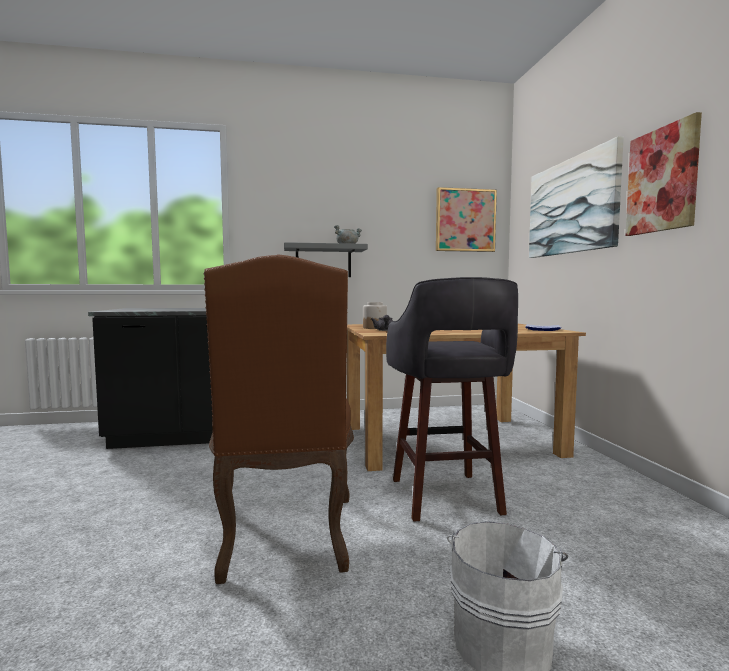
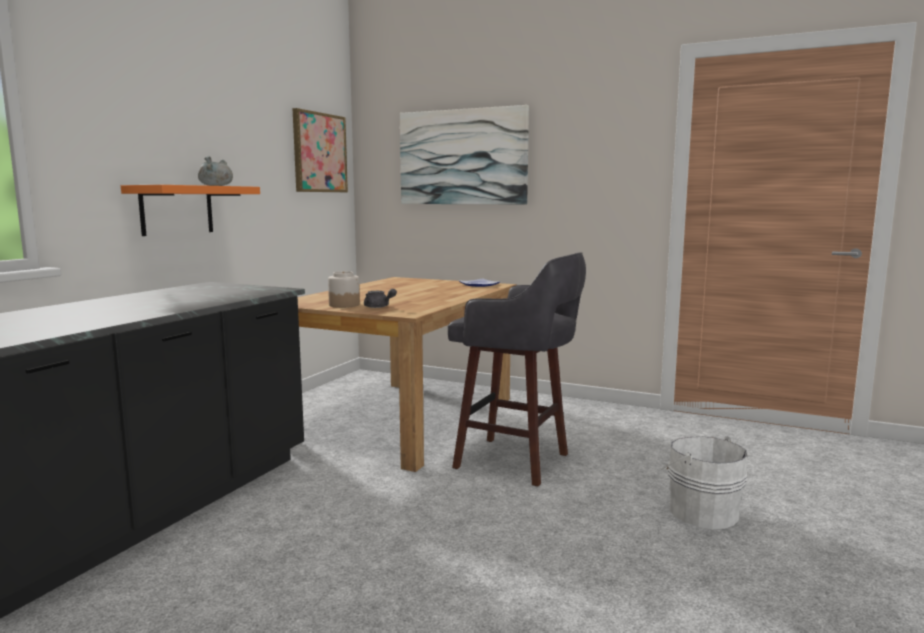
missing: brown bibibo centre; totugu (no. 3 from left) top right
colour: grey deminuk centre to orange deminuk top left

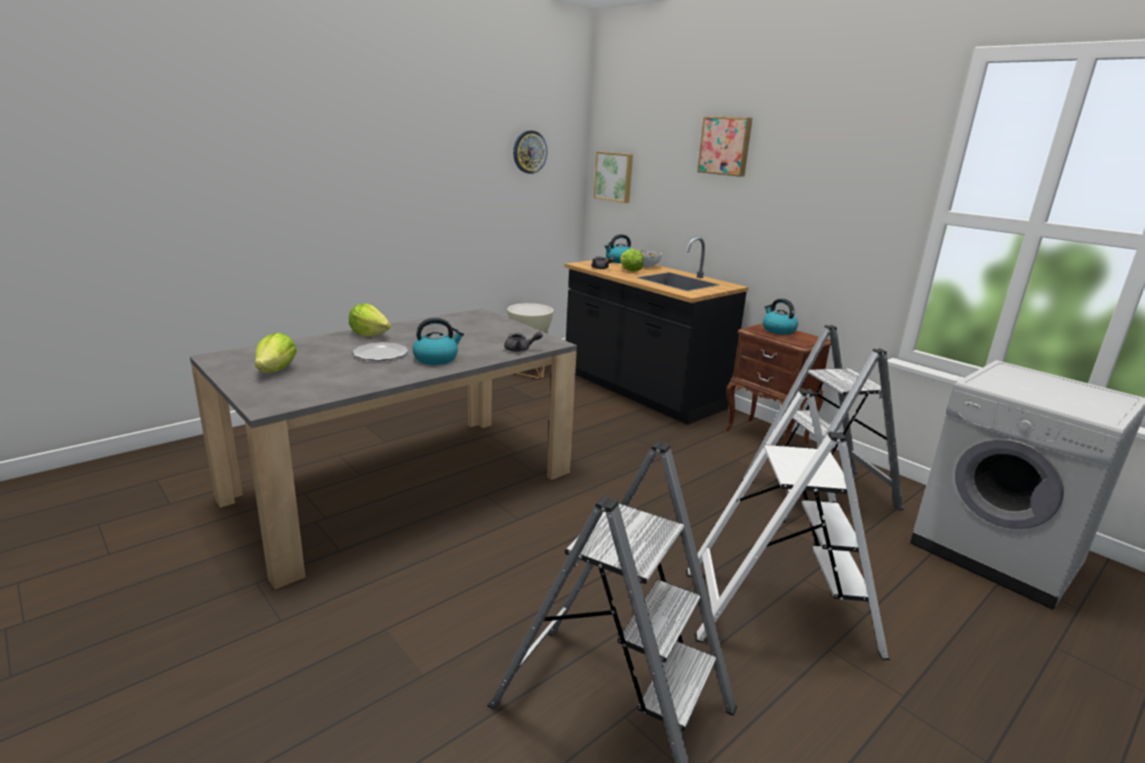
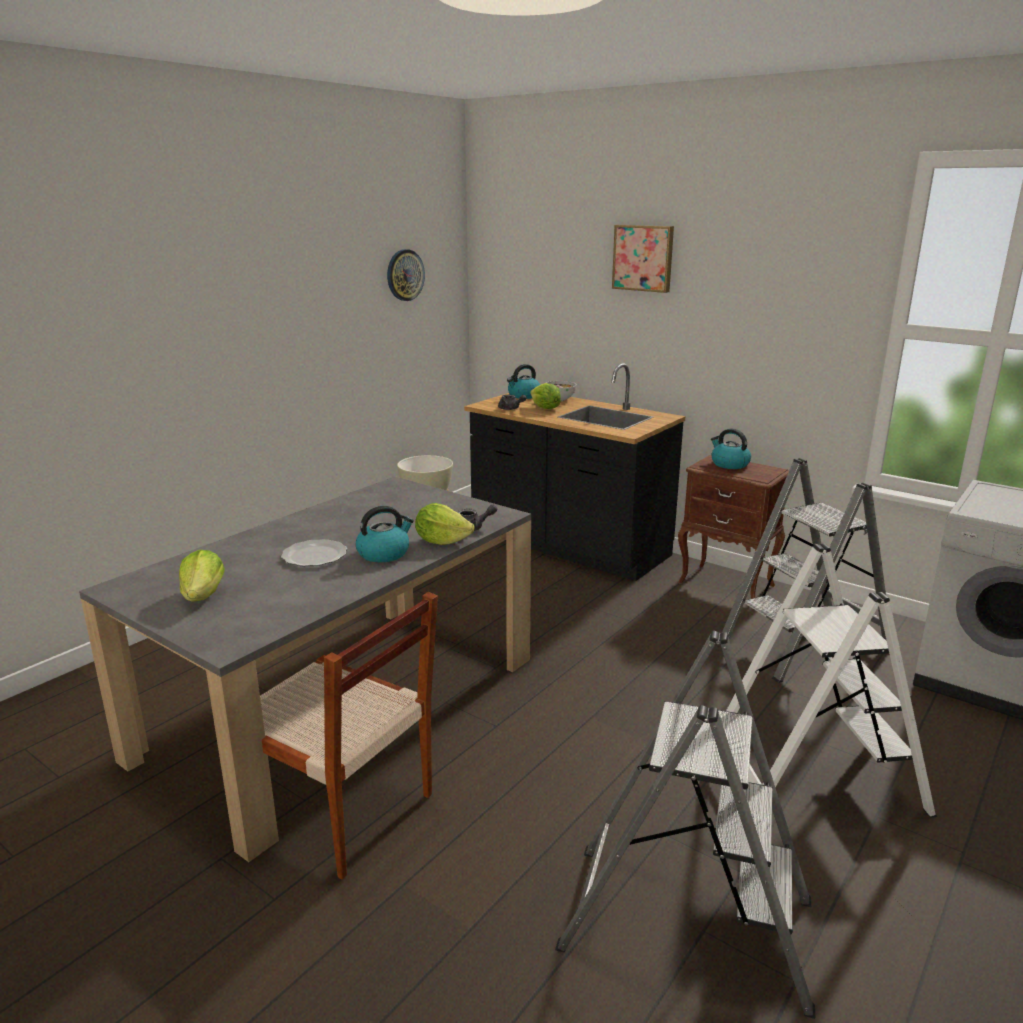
missing: totugu (no. 1 from left) top centre
appeared: bibibo bottom centre
relocated: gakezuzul (no. 2 from left) middle left to centre

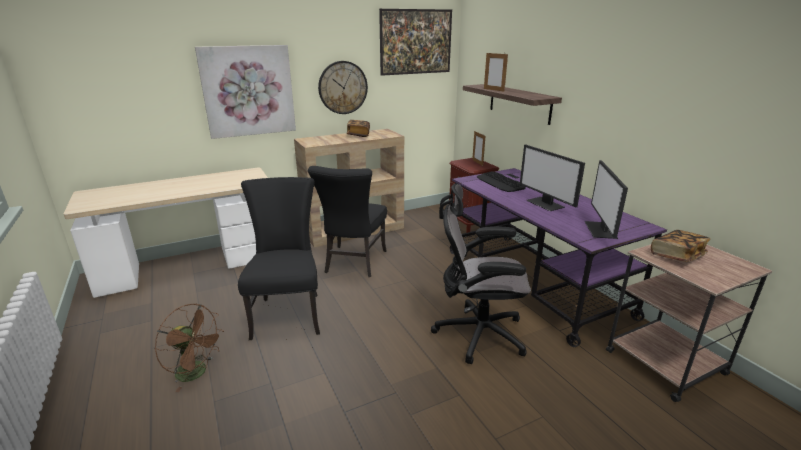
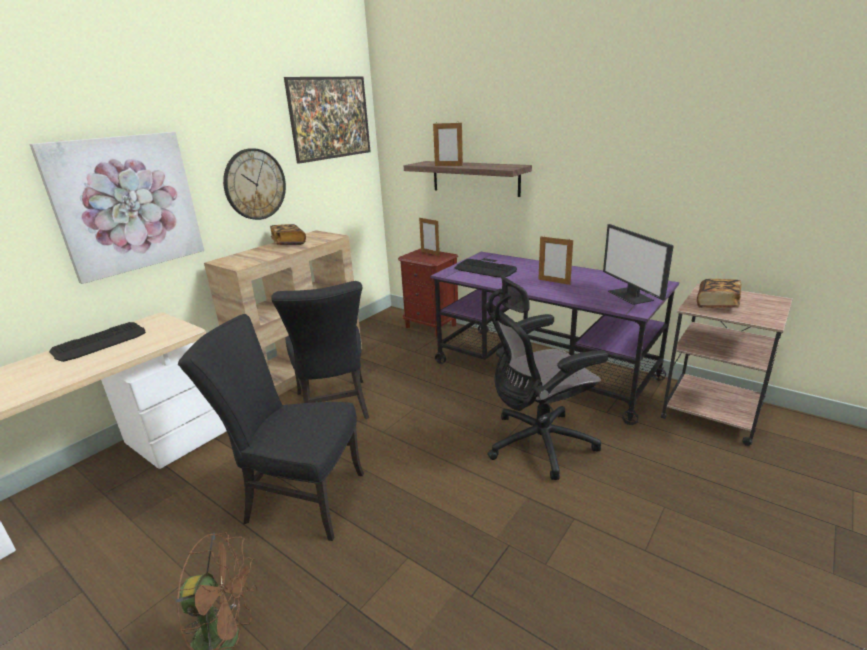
appeared: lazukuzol (no. 1 from left) middle left
exchanged: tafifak (no. 1 from left) middle right to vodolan (no. 3 from left) centre
spun: black bibibo (no. 1 from left) centre = middle left 45 degrees counterclockwise

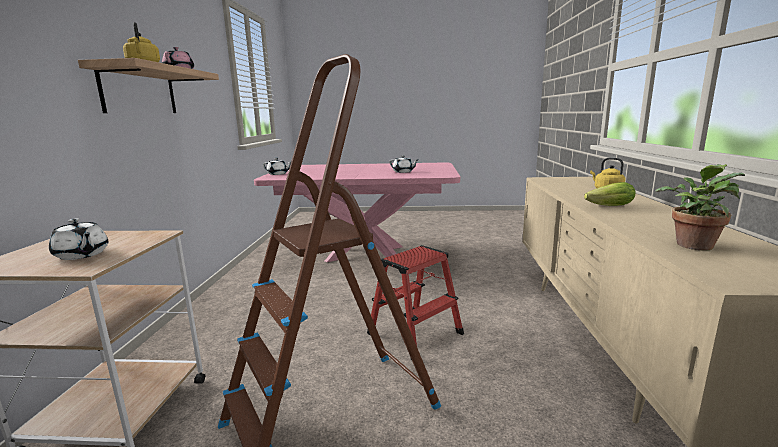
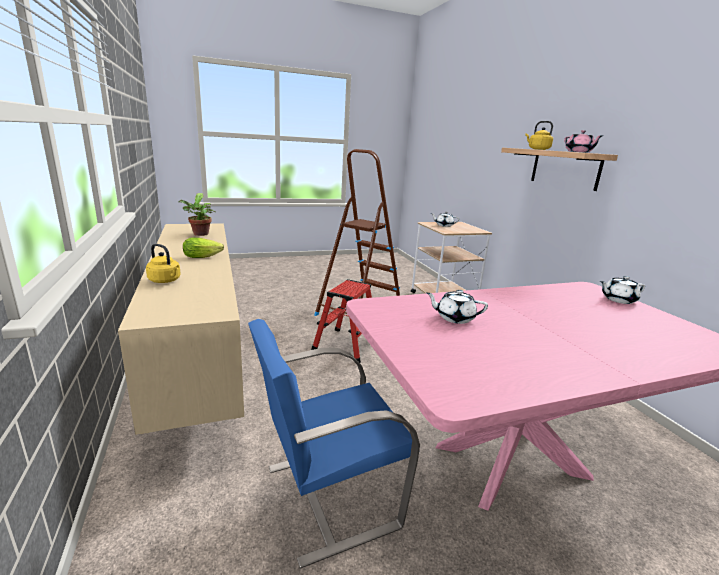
appeared: blue bibibo bottom centre

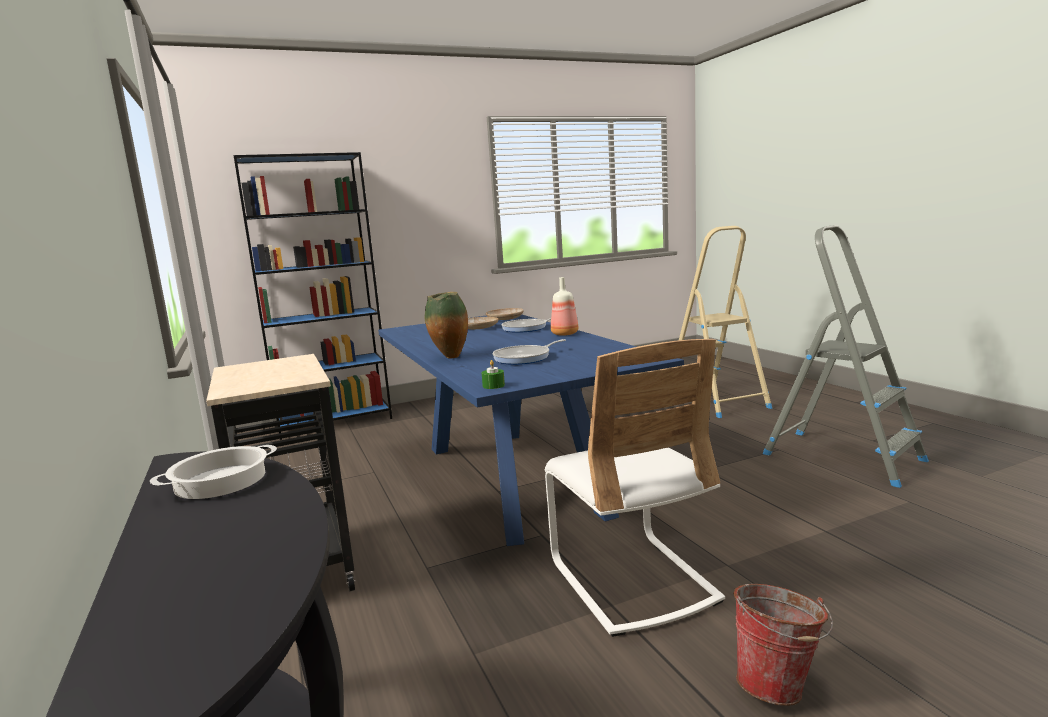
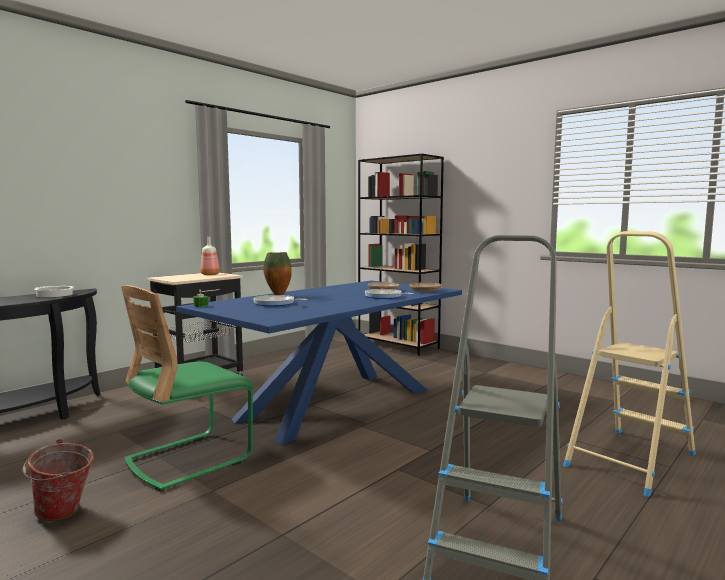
relocated: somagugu centre to middle left
colour: white bibibo bottom centre to green bibibo bottom left; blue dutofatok middle left to beige dutofatok centre

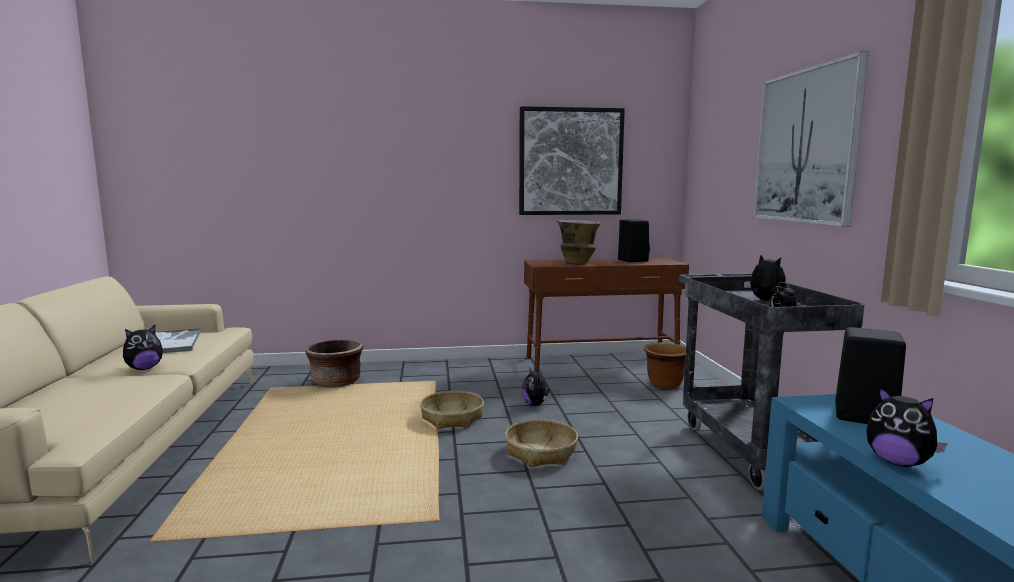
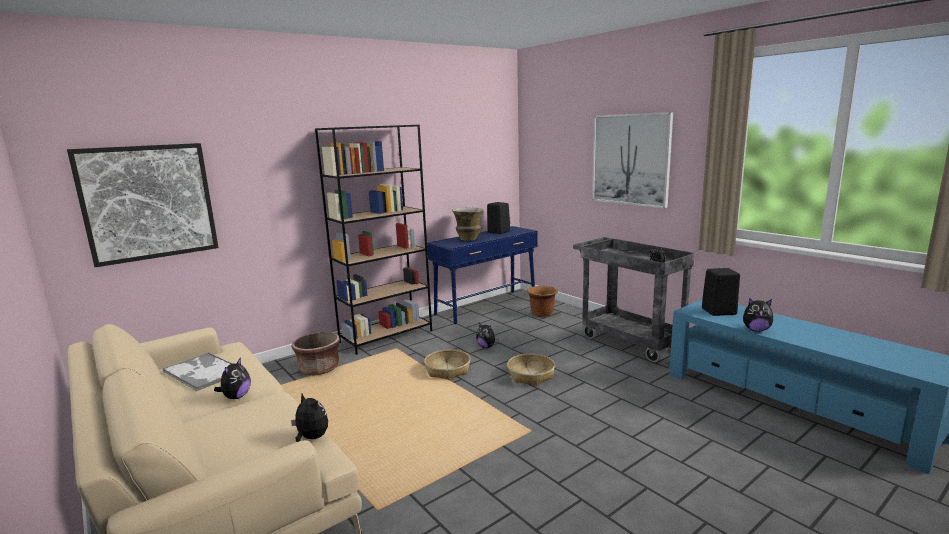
appeared: beige dutofatok centre
relocated: totugu (no. 1 from left) top centre to middle left; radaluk (no. 3 from left in the first image) middle right to radaluk (no. 2 from left) bottom left
colour: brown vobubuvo centre to blue vobubuvo centre

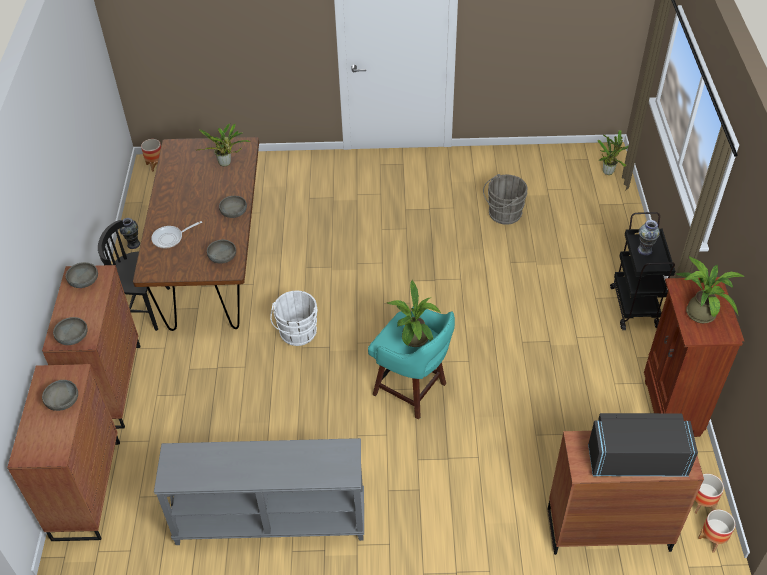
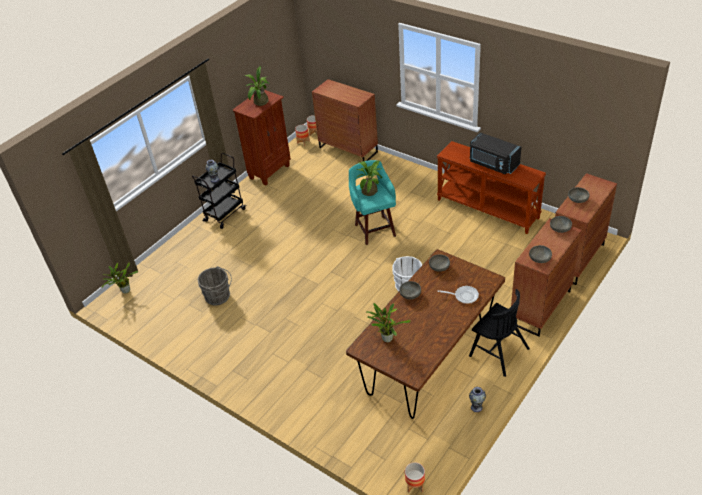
relocated: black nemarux bottom right to top right
colour: grey vobubuvo bottom centre to brown vobubuvo middle right

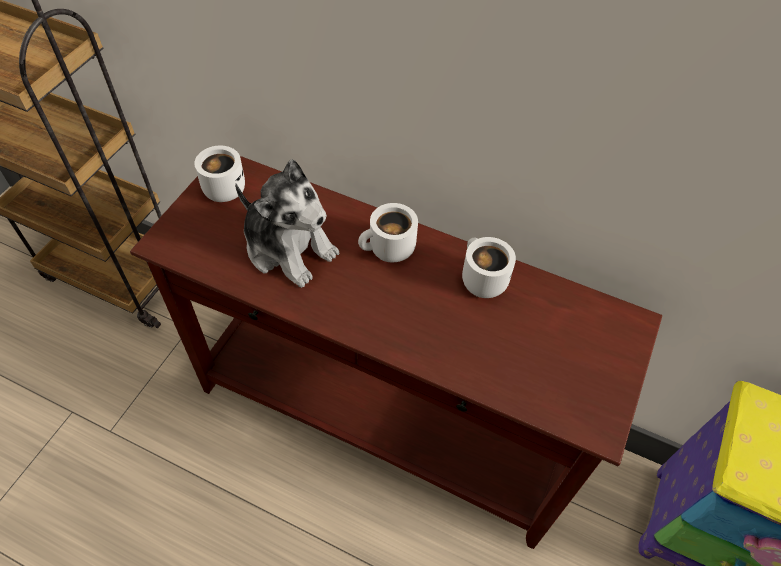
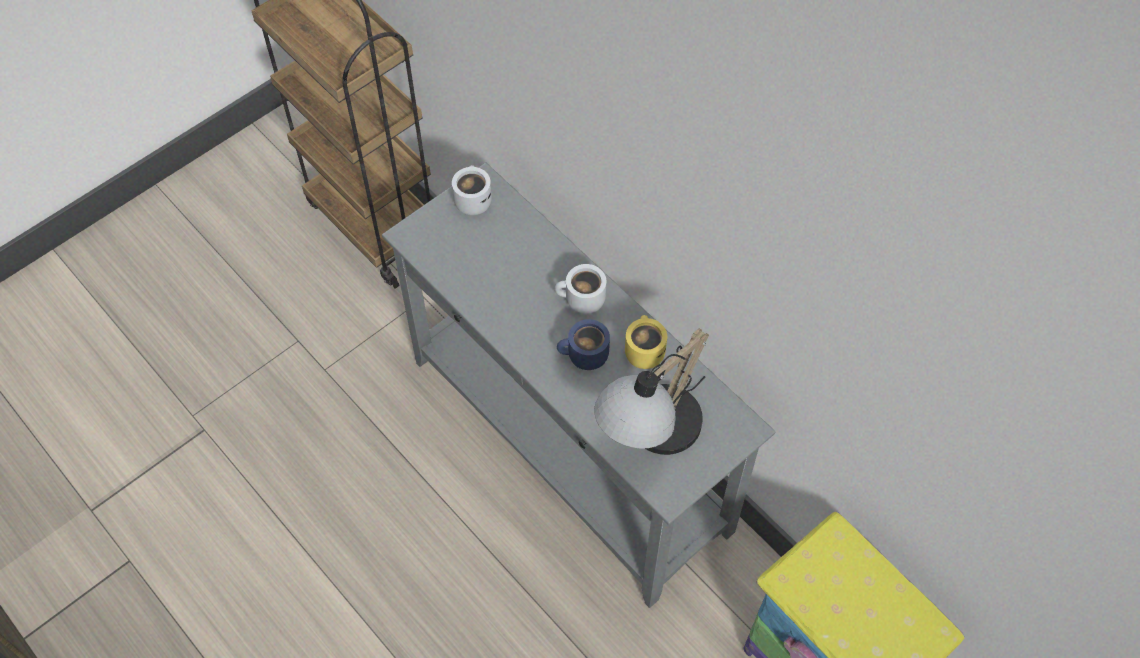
missing: radaluk centre
appeared: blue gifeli centre; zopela centre
colour: brown vobubuvo centre to grey vobubuvo centre; white gifeli (no. 3 from left) centre to yellow gifeli centre

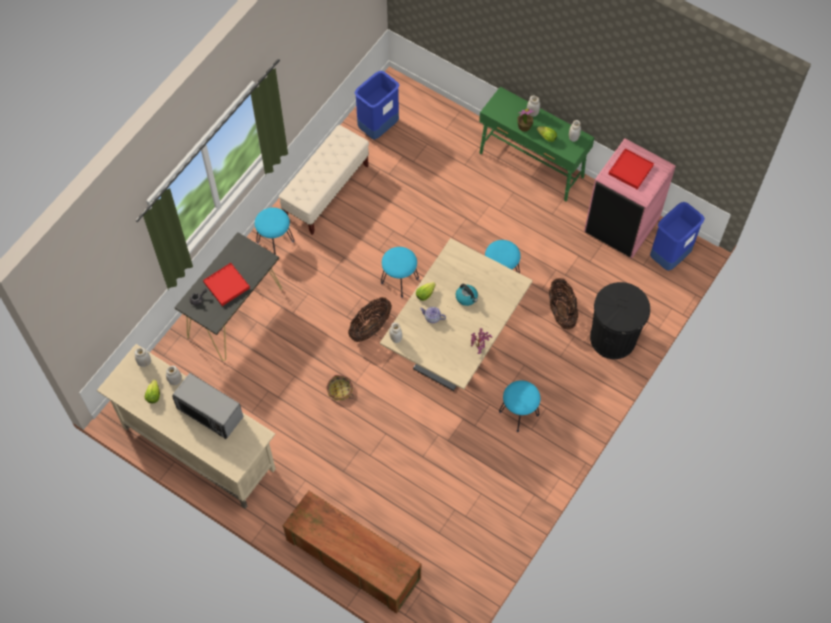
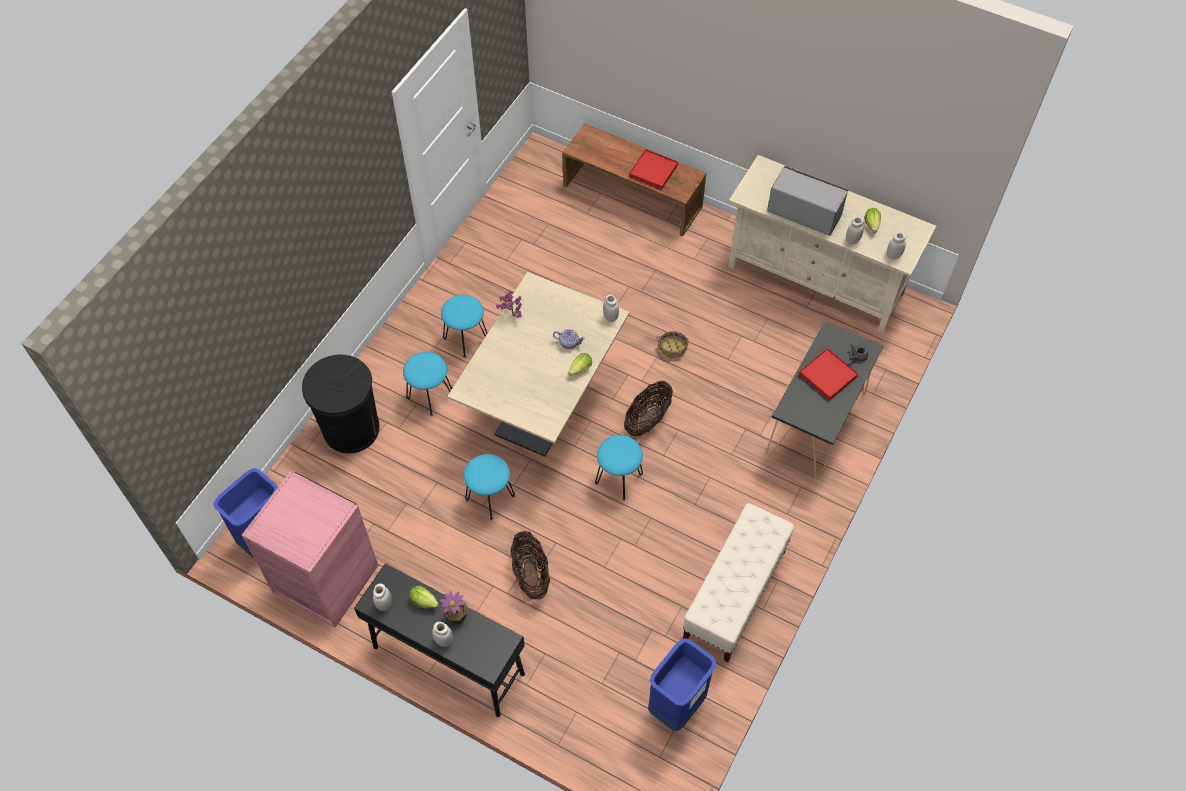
missing: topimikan centre
relocated: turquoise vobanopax (no. 1 from left) middle left to centre; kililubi (no. 3 from left in the first image) middle right to kililubi (no. 1 from left) bottom centre; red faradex (no. 2 from left in the first image) top right to red faradex (no. 1 from left) top centre
colour: green vobubuvo top centre to black vobubuvo (no. 1 from left) bottom centre

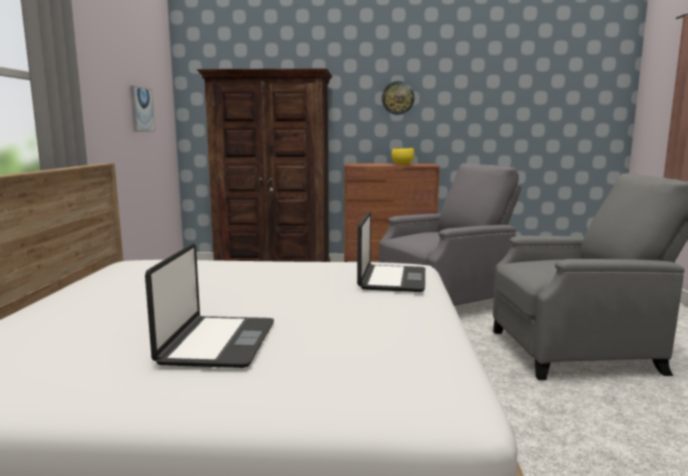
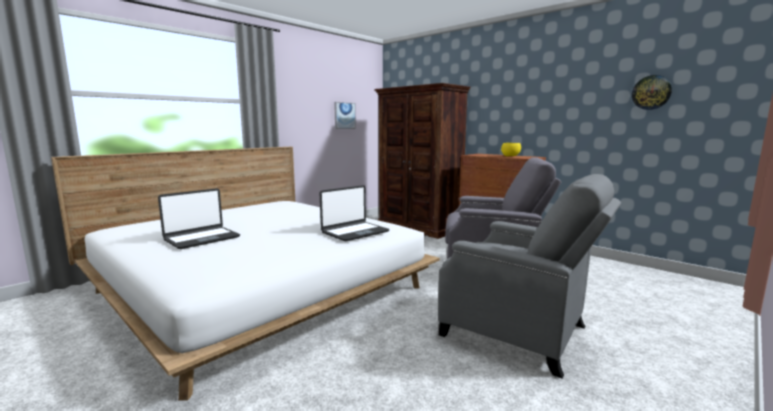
relocated: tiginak top centre to top right

